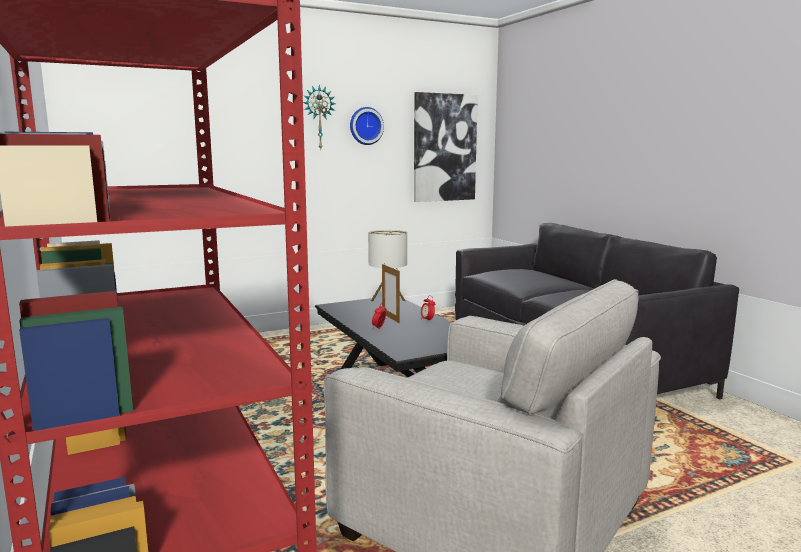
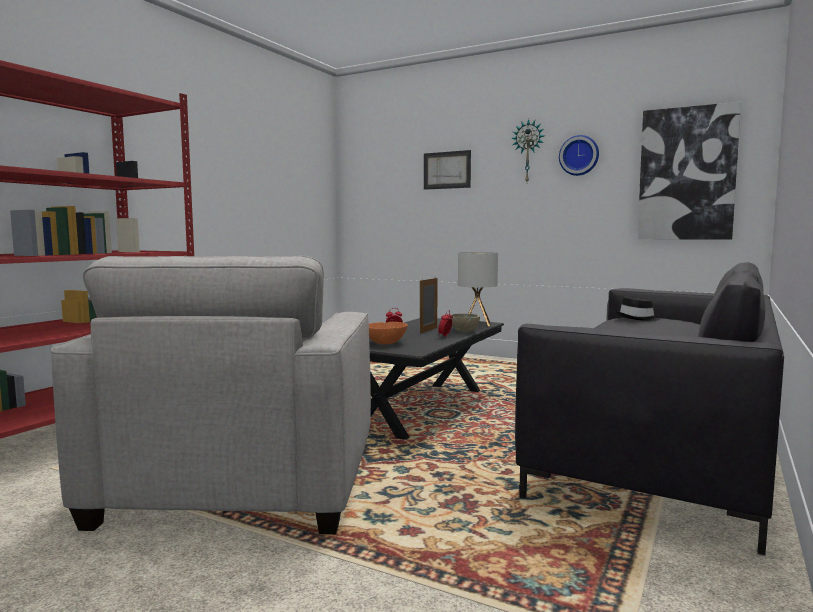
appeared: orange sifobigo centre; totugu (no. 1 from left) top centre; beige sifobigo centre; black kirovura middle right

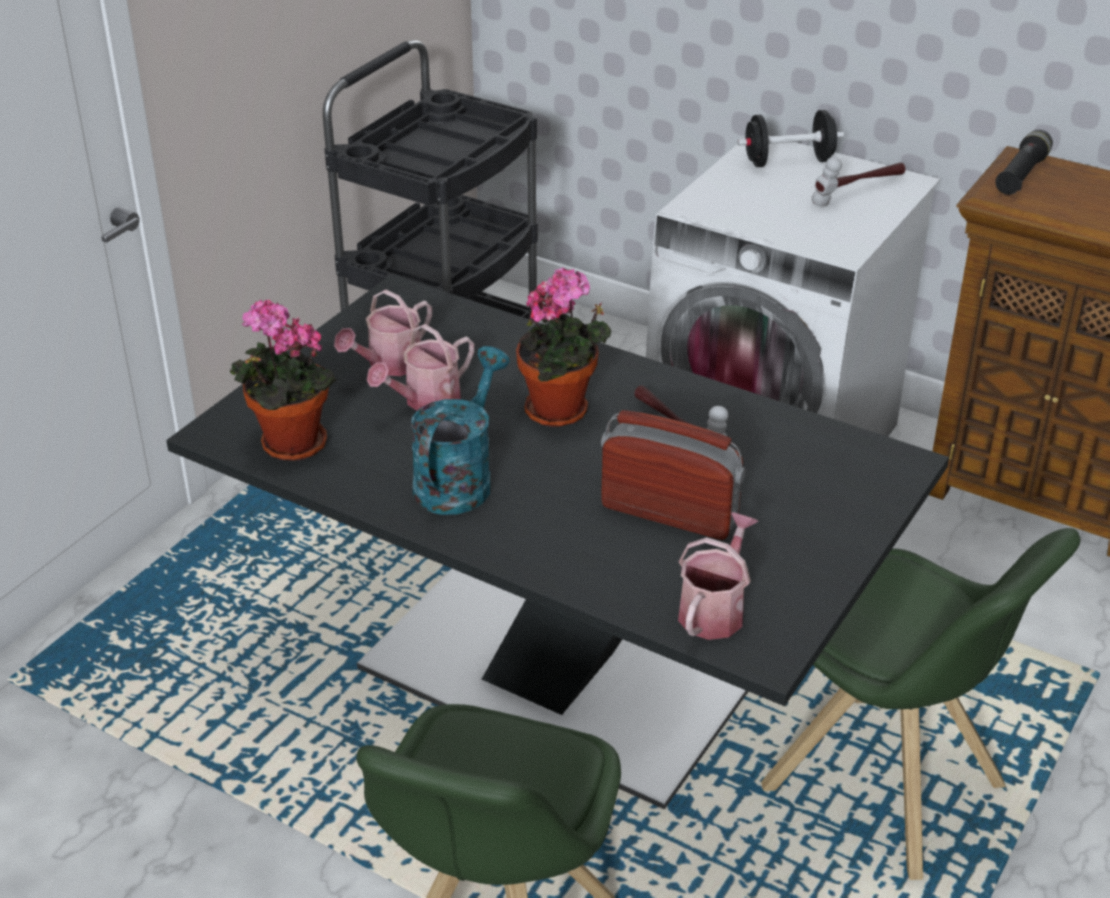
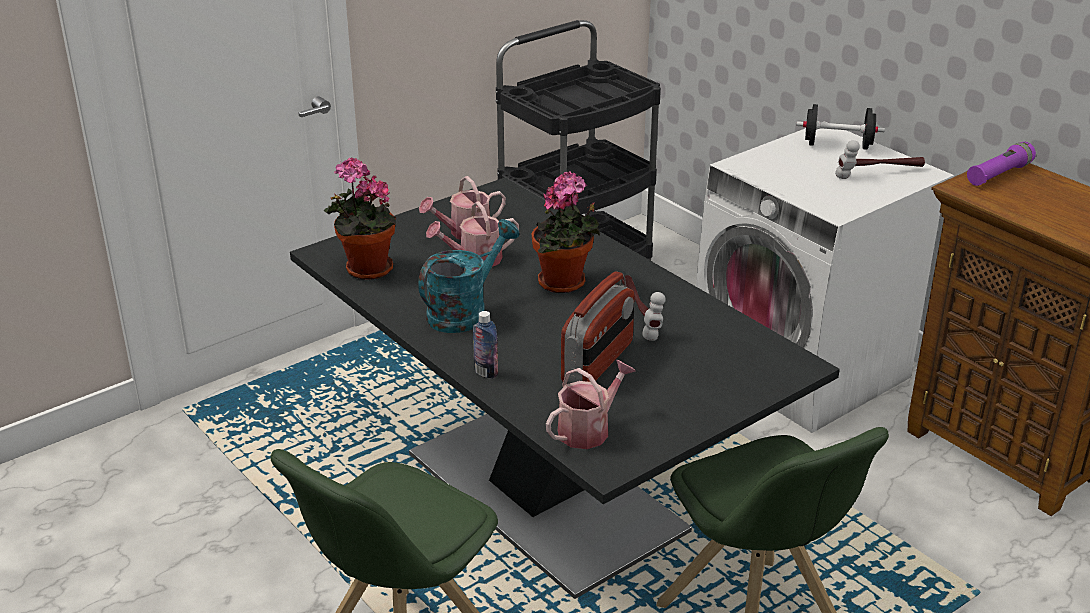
appeared: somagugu centre
colour: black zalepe top right to purple zalepe top right
spun: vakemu centre = centre 75 degrees clockwise

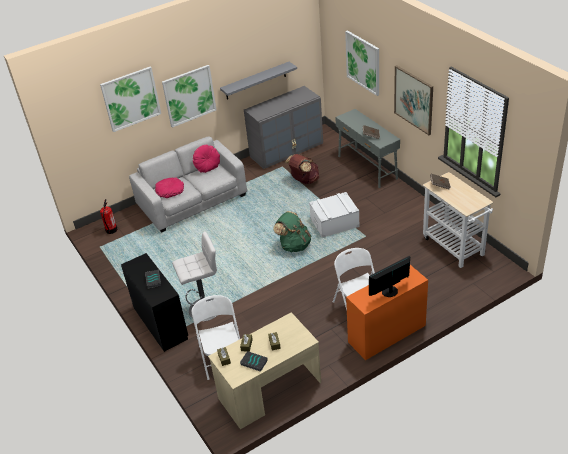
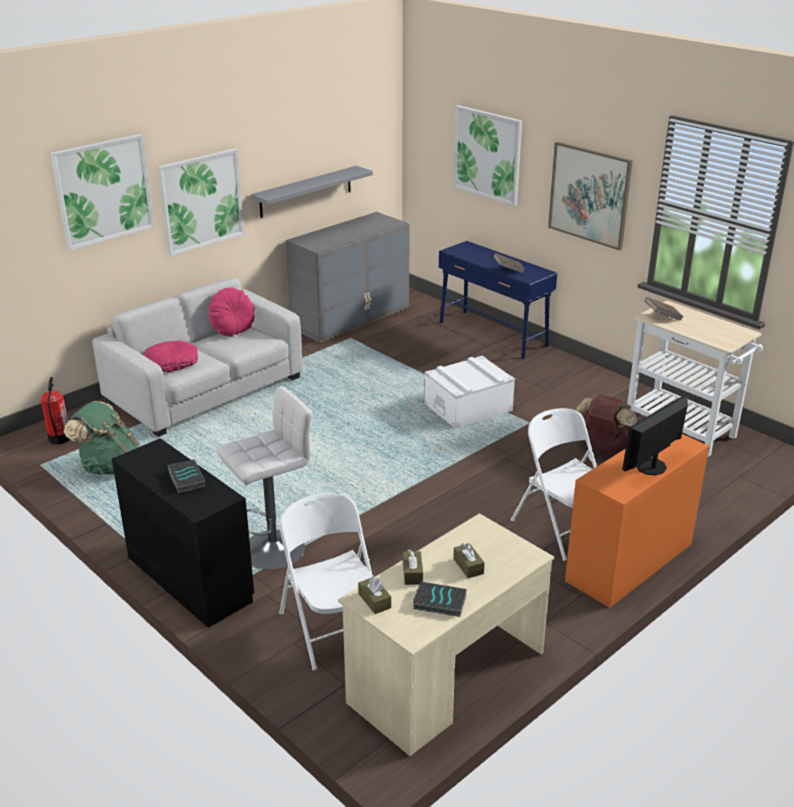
relocated: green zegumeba centre to middle left; brown zegumeba centre to middle right
colour: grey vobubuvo top centre to blue vobubuvo centre

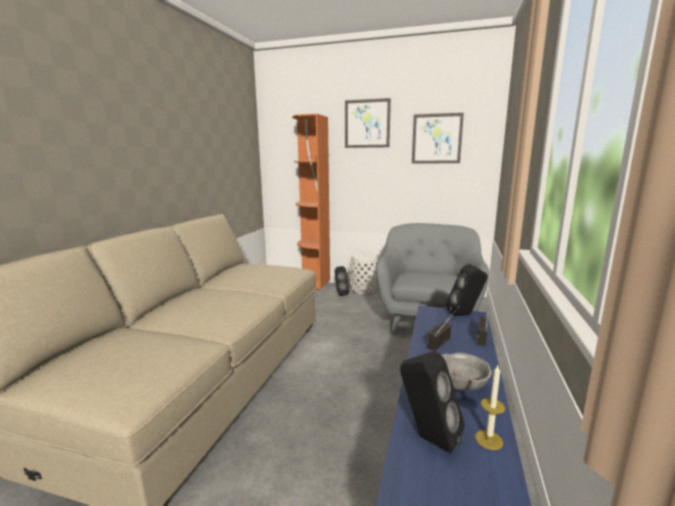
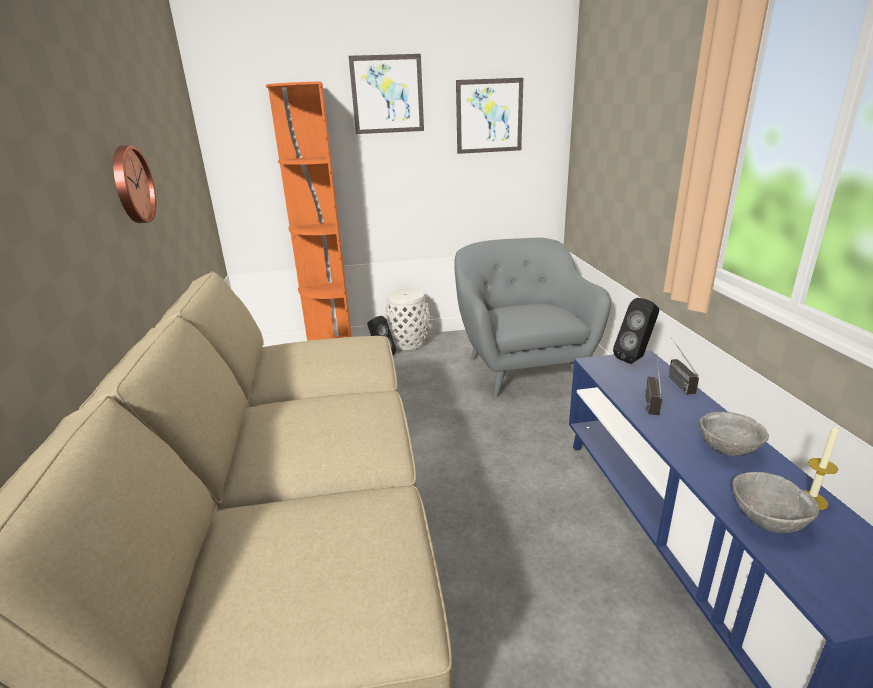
appeared: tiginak top left
exchanged: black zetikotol (no. 2 from left) bottom centre to grey sifobigo (no. 2 from left) bottom right

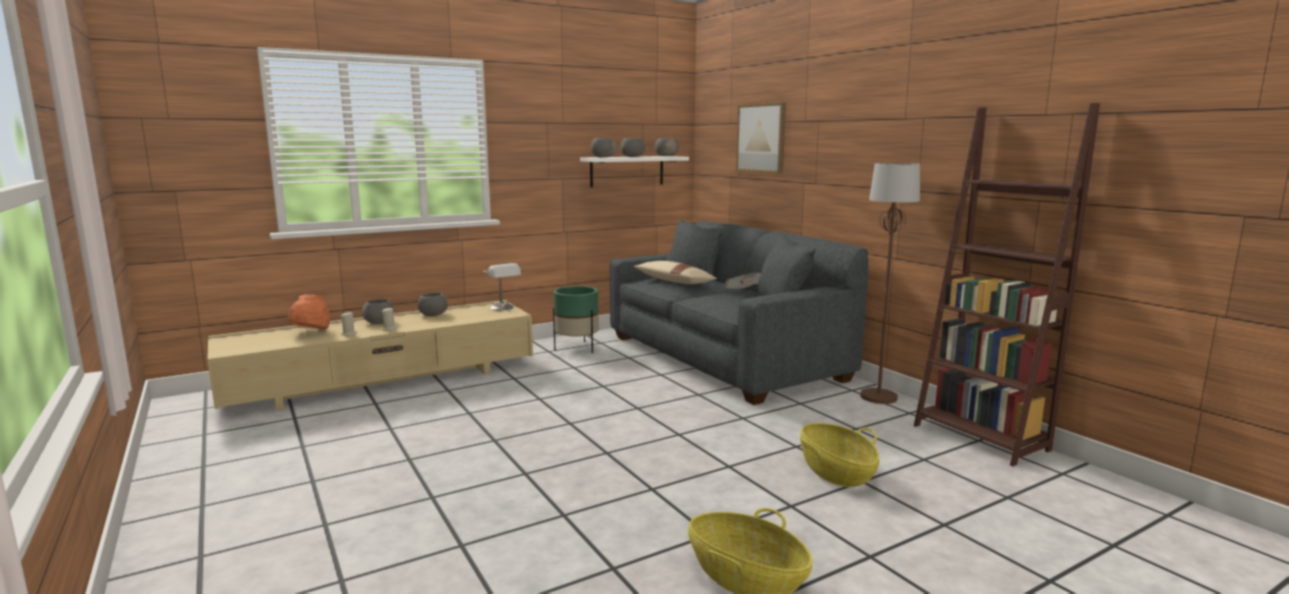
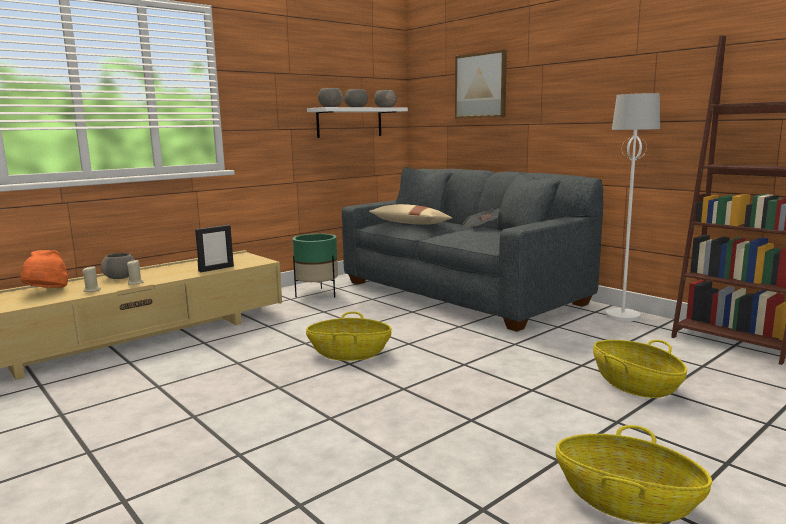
missing: grey sifobigo (no. 2 from left) centre; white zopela centre
appeared: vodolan middle left; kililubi (no. 1 from left) centre
colour: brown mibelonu middle right to white mibelonu middle right

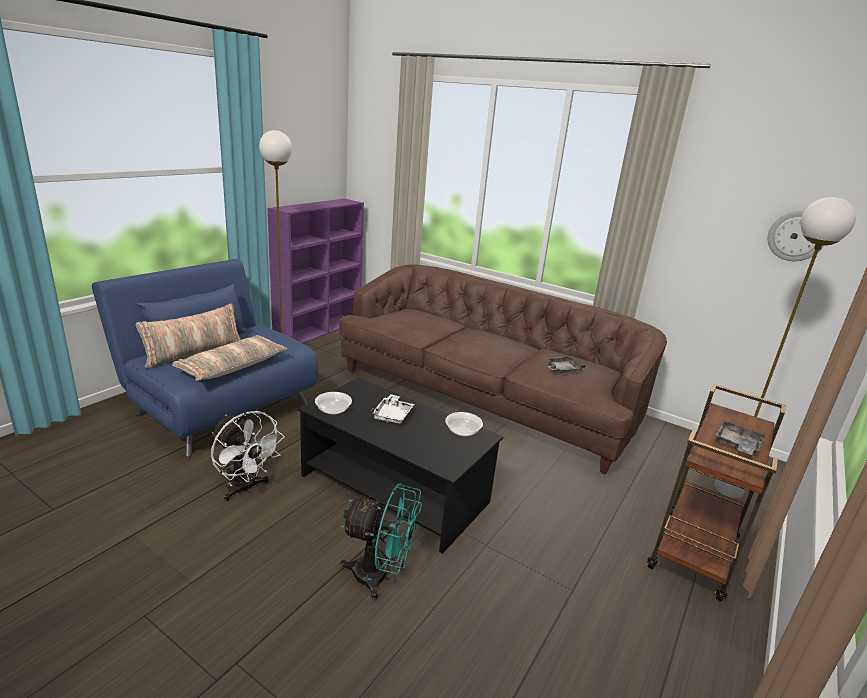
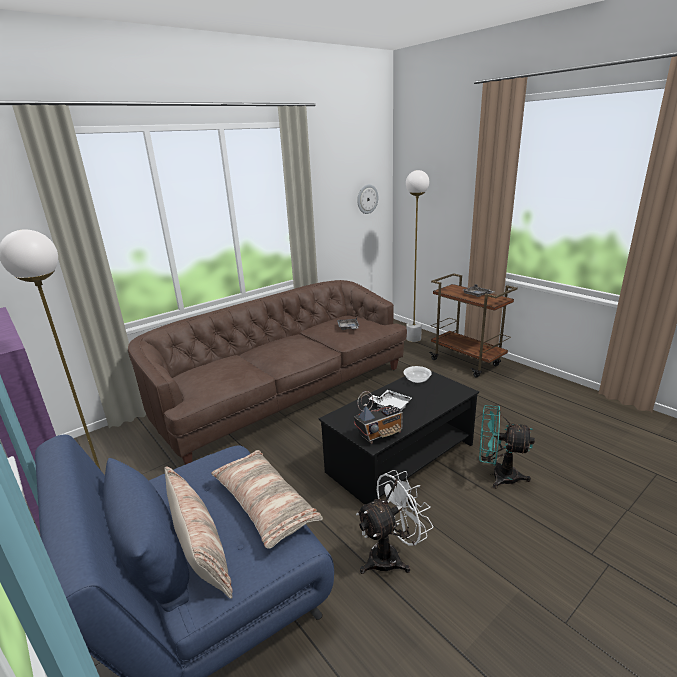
exchanged: sifobigo (no. 1 from left) centre to vakemu centre
spun: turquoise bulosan bottom centre = middle right 105 degrees counterclockwise

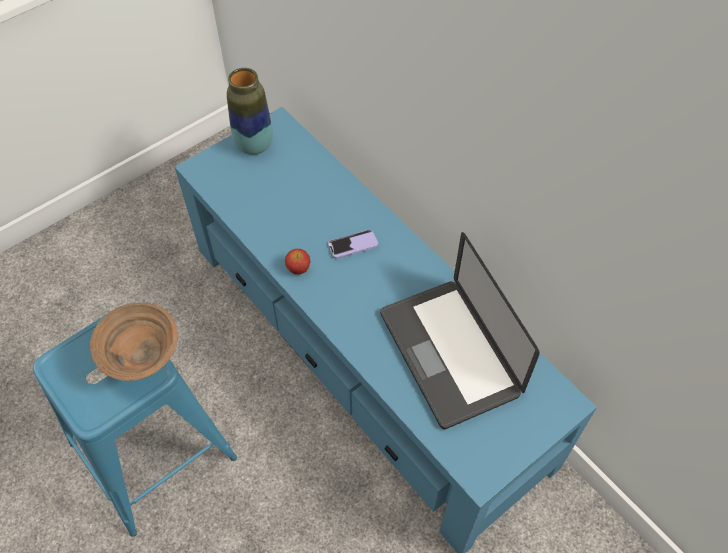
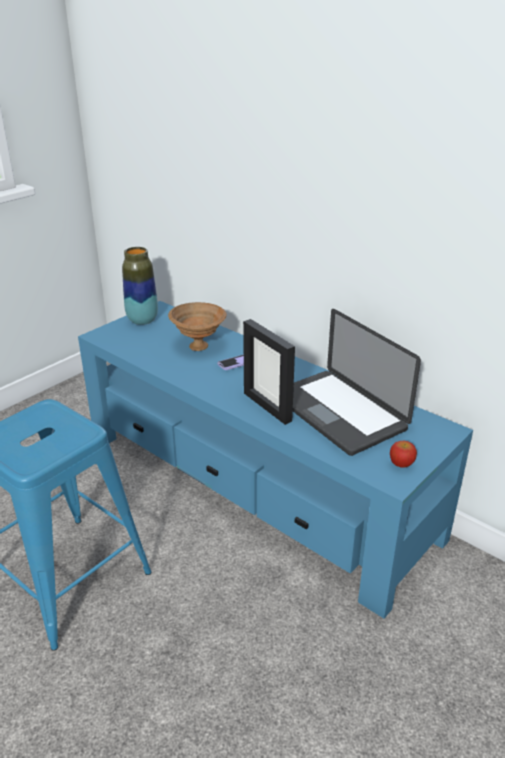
appeared: vodolan centre
relocated: brown sifobigo middle left to centre; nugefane centre to middle right

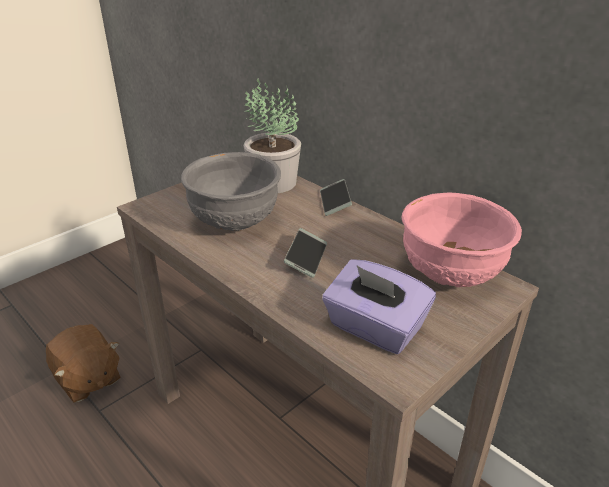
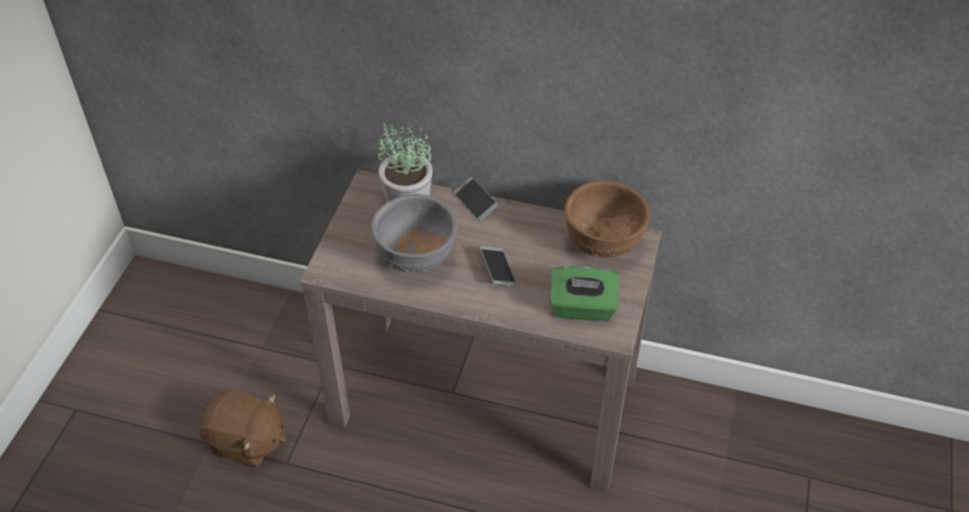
colour: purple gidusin centre to green gidusin centre; pink sifobigo middle right to brown sifobigo centre

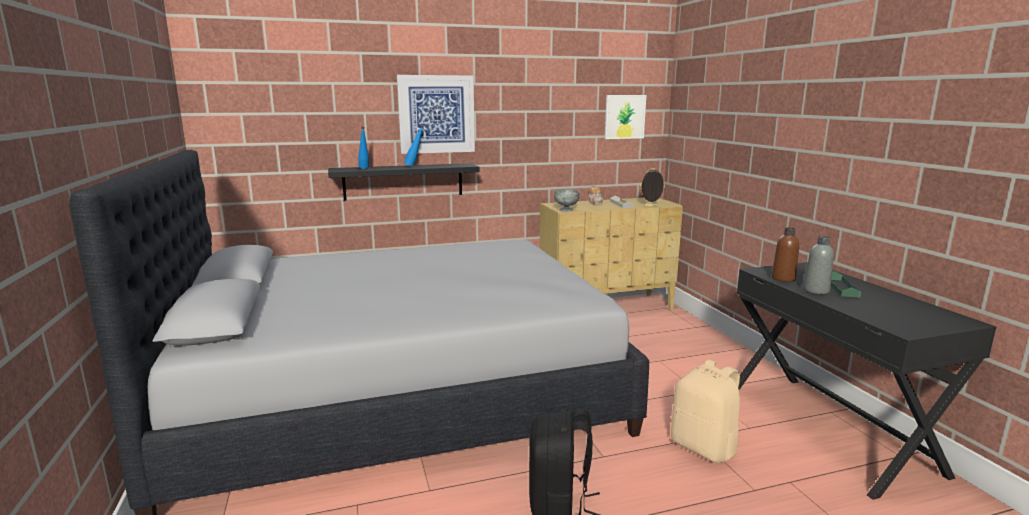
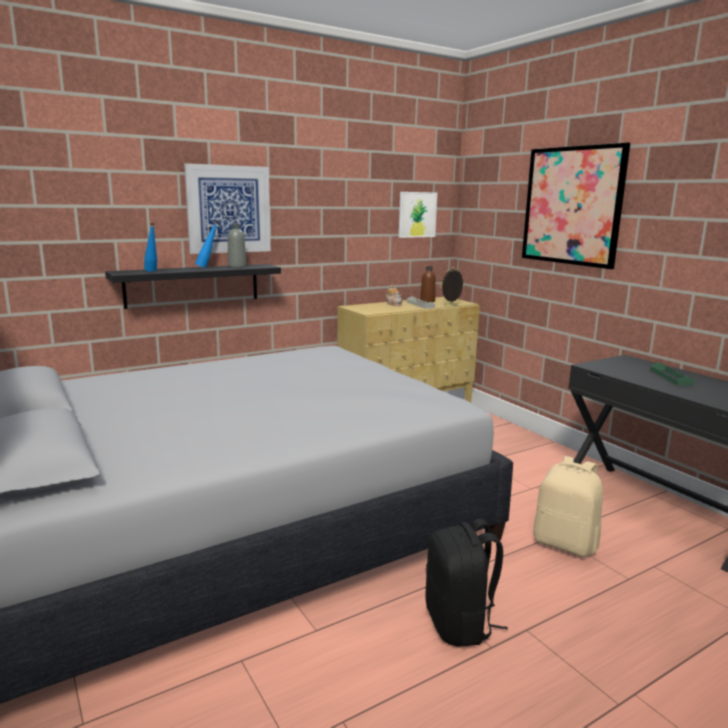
missing: grey sifobigo centre
appeared: totugu (no. 3 from left) top right
relocated: grey somagugu middle right to middle left; brown somagugu middle right to centre

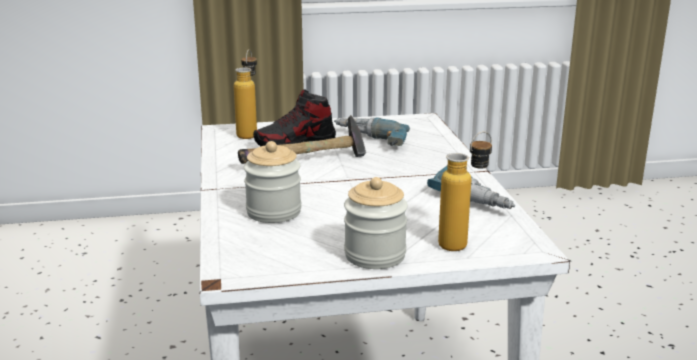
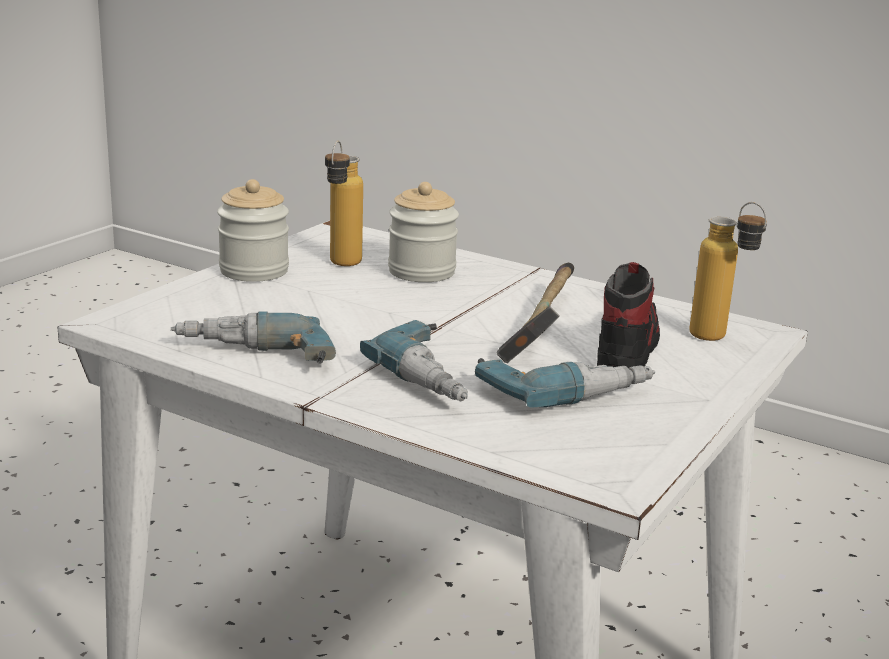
appeared: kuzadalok (no. 2 from left) centre
relocated: somagugu (no. 2 from left in the first image) middle right to somagugu (no. 1 from left) top centre

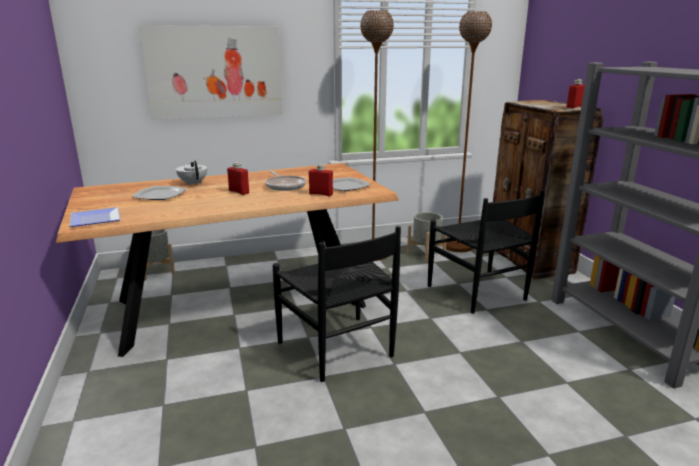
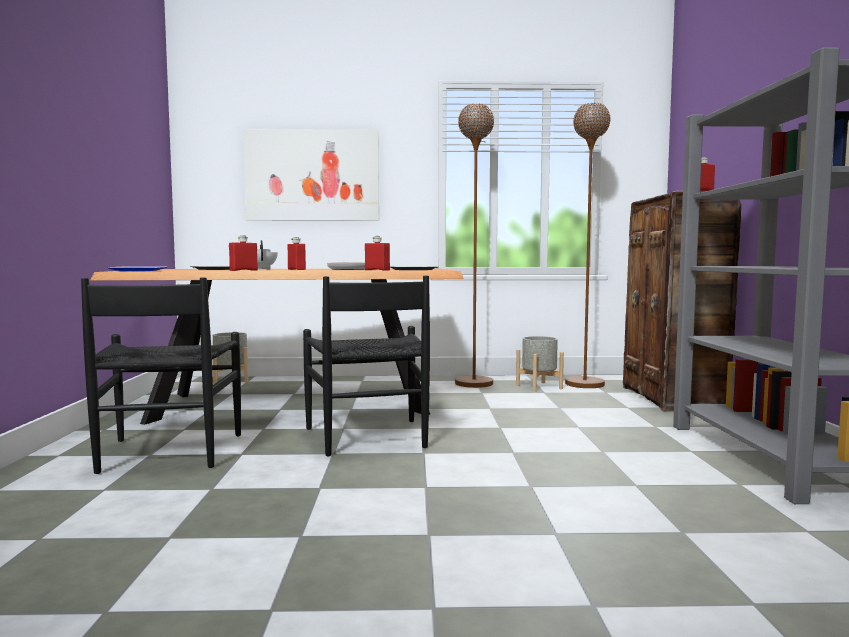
appeared: red somagugu (no. 1 from left) middle left
relocated: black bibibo (no. 2 from left in the first image) middle right to black bibibo (no. 1 from left) middle left

